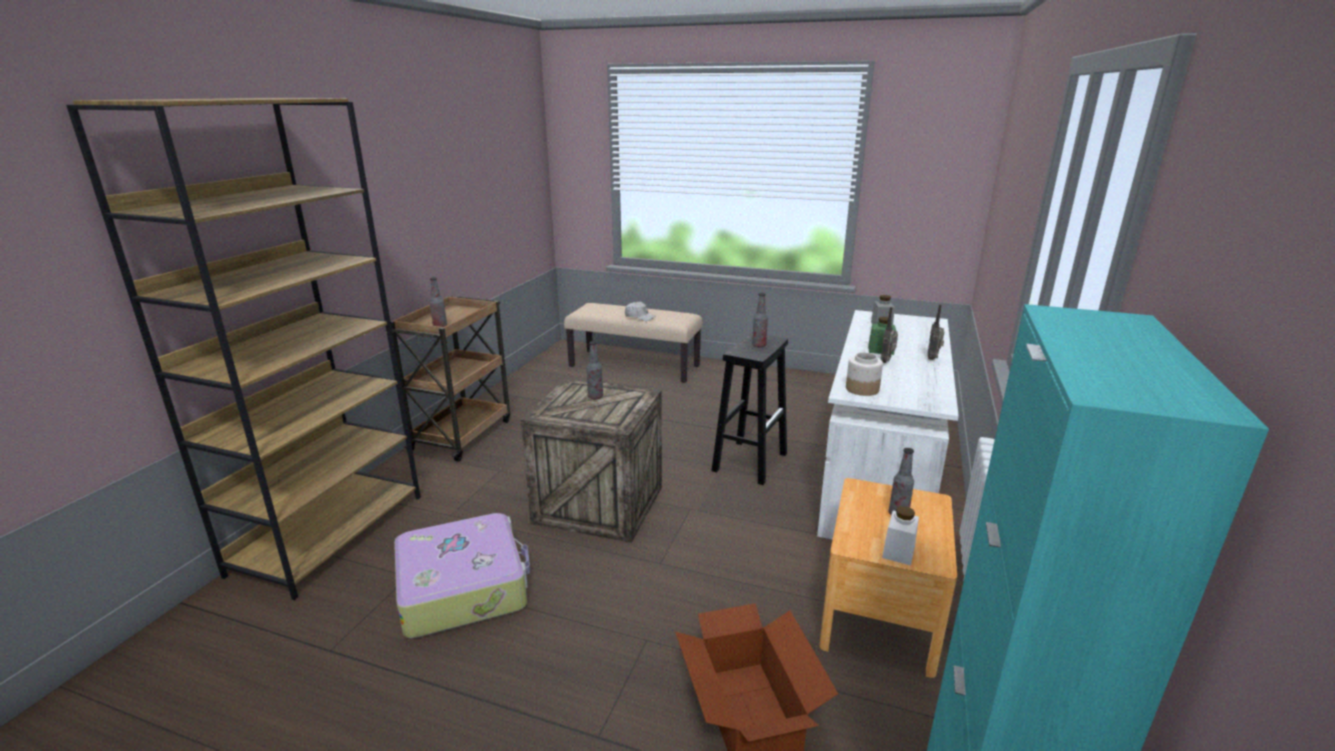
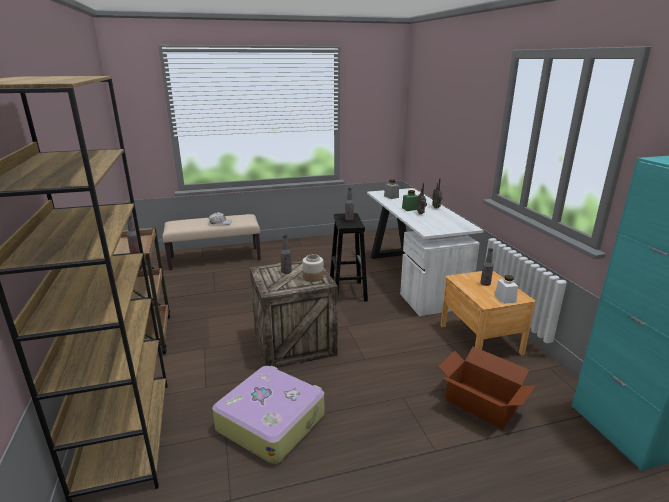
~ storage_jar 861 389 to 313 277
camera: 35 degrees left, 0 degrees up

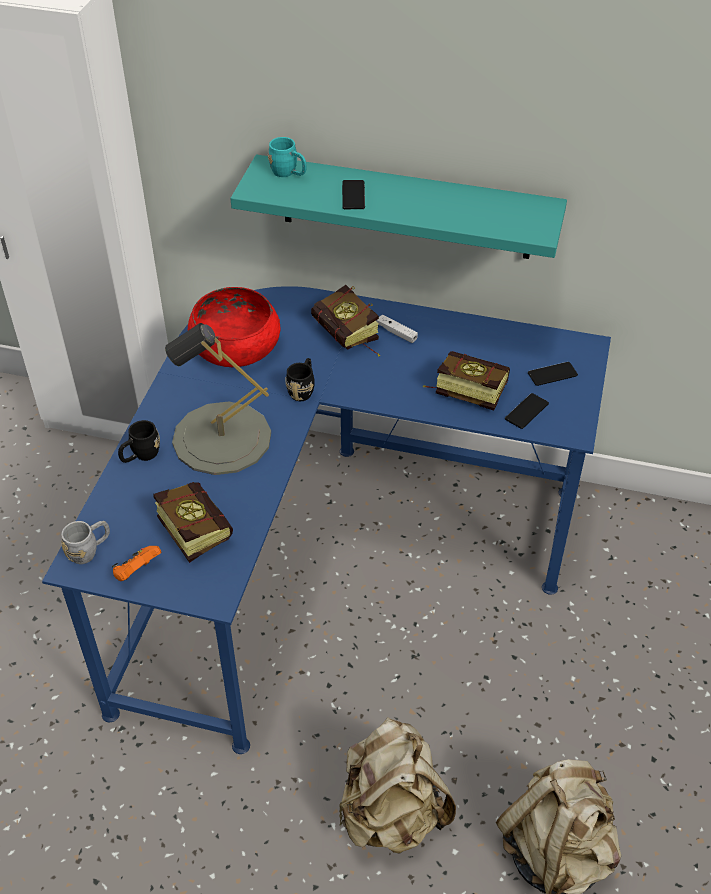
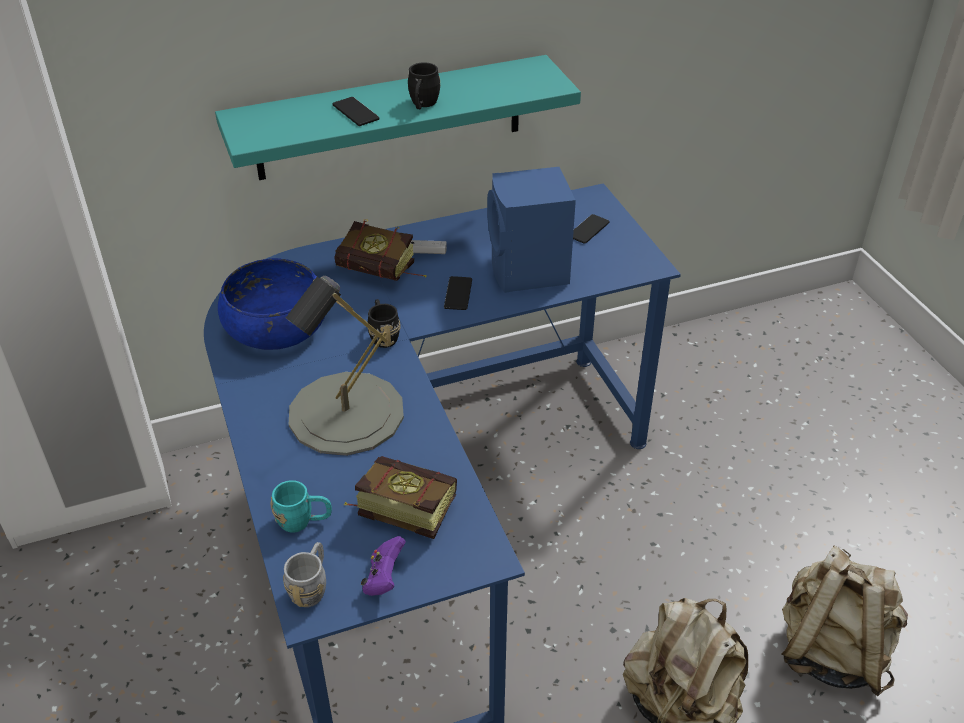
~ orange-coloured_joypad 137 572 to purplish_joypad 384 579
~ black-coloured_tea_mug 140 456 to 422 105
~ red-coloured_deep_dish 235 346 to blue-coloured_deep_dish 276 326
~ blue-green_tea_mug 288 173 to 303 521
~ volume 463 390 to blue-coloured_speaker 529 273
~ handset 526 411 to 458 294
camera: 35 degrees left, 5 degrees down

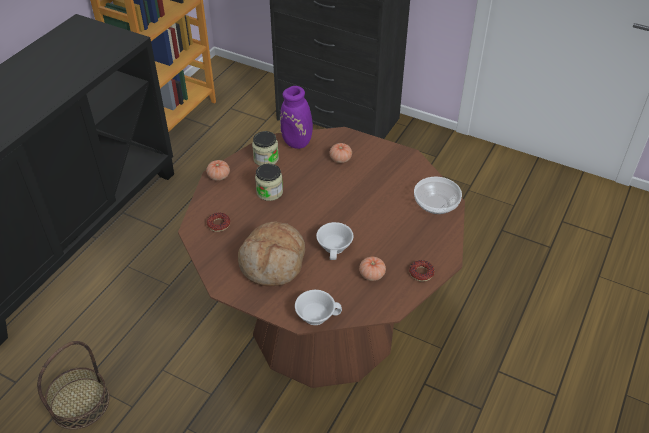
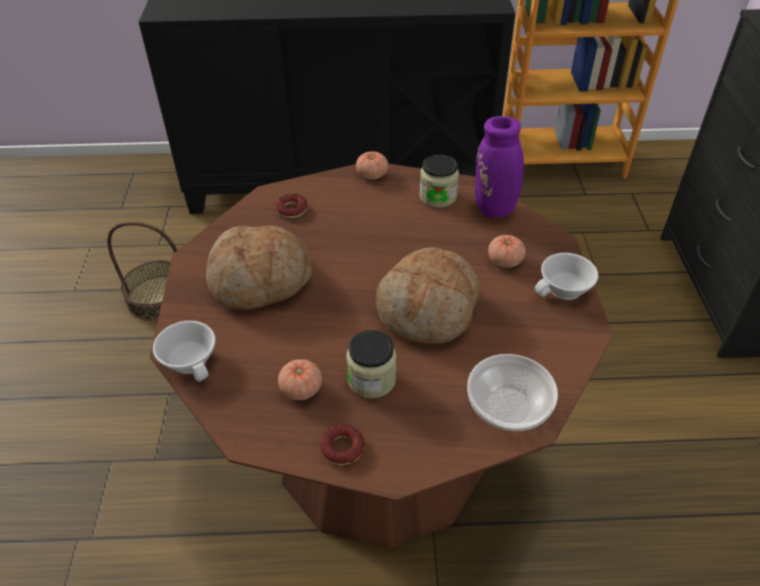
~ storage_jar 269 192 to 371 380
~ white-coloured_drinking_cup 336 247 to 565 290
+ bread 428 309
camera: 60 degrees right, 0 degrees up

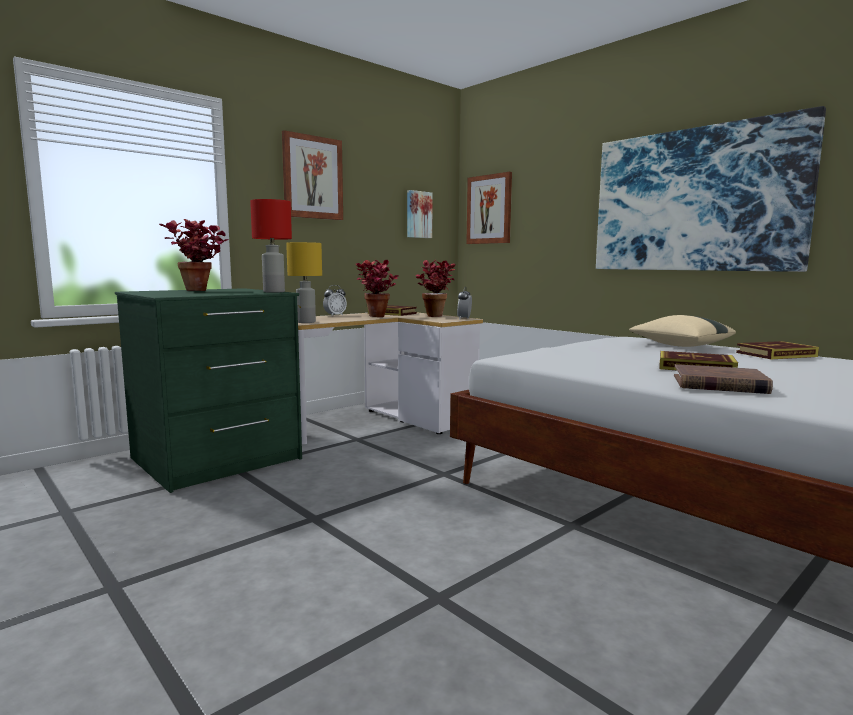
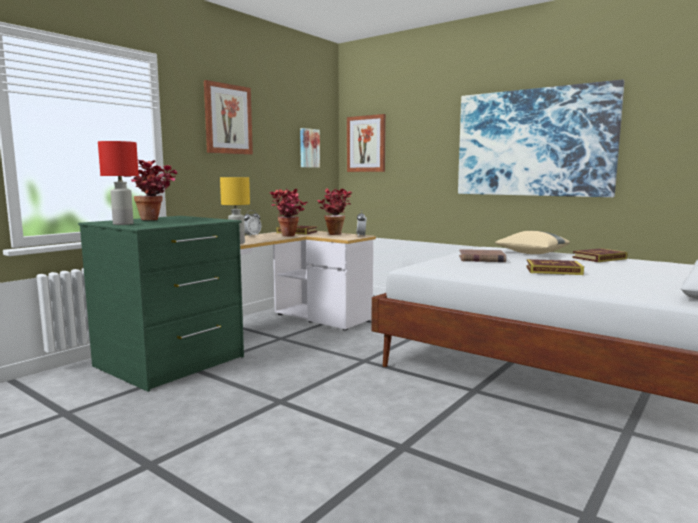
~ red-coloured_lamp_for_a_table 273 292 to 122 224
~ brown-coloured_volume 719 384 to 481 259
camera: 10 degrees left, 0 degrees up

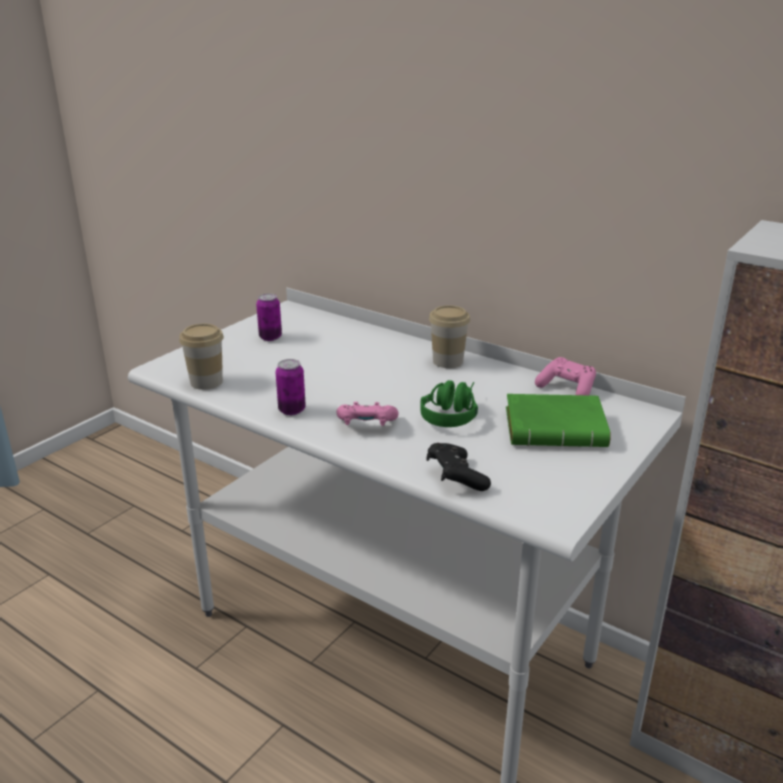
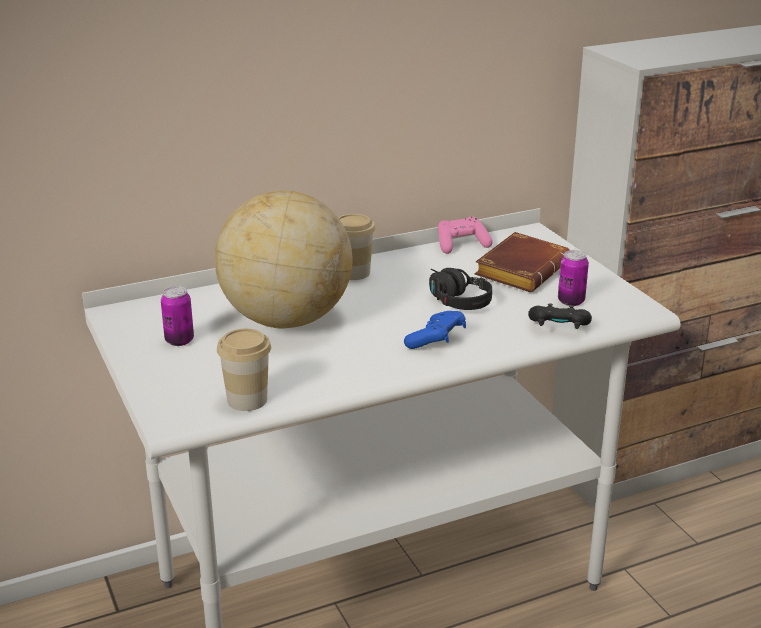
~ can 292 410 to 571 301
~ pink_joypad 366 426 to blue-coloured_joypad 436 341
~ greenish_headset 451 413 to black-coloured_headset 452 299
~ greenish_volume 557 429 to brown-coloured_volume 521 269
+ globe 286 319
camera: 60 degrees left, 0 degrees up

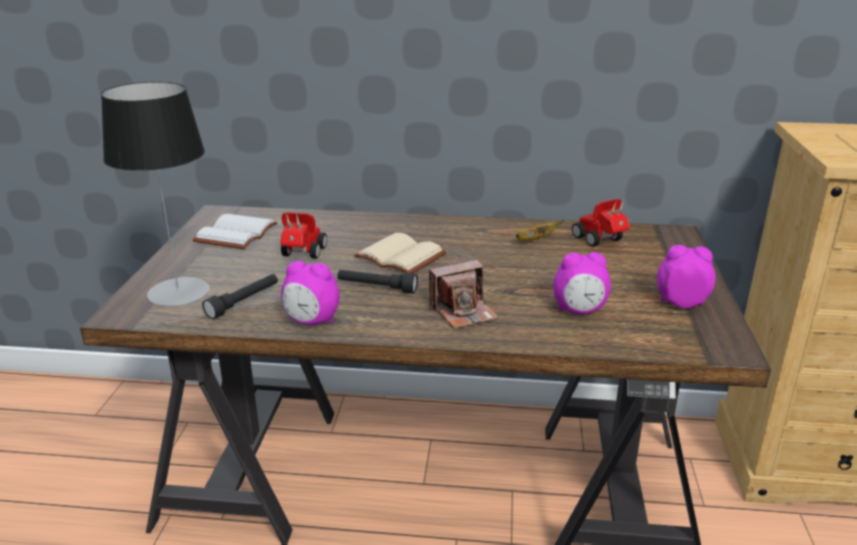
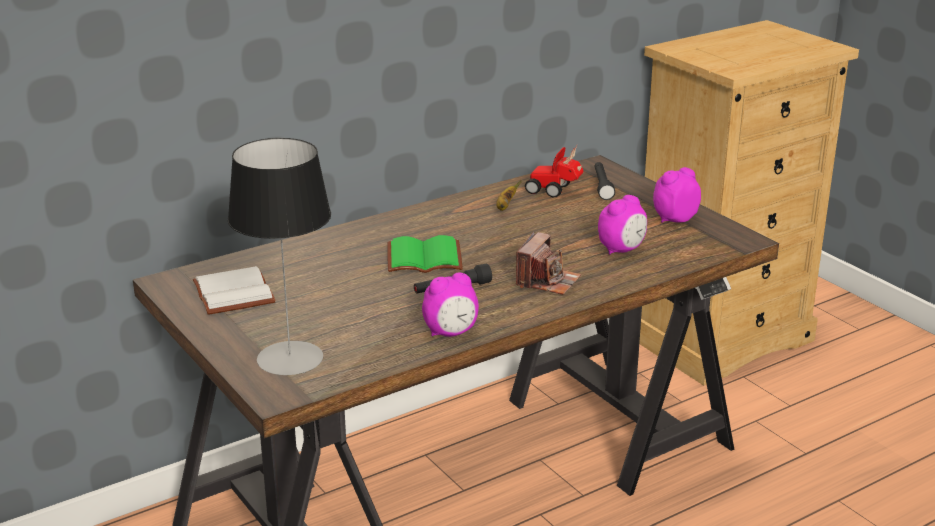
~ black-coloured_hand_torch 244 302 to 602 186
- toy_car 302 255
~ sand-coloured_volume 403 256 to greenish_volume 425 257
camera: 40 degrees left, 0 degrees up

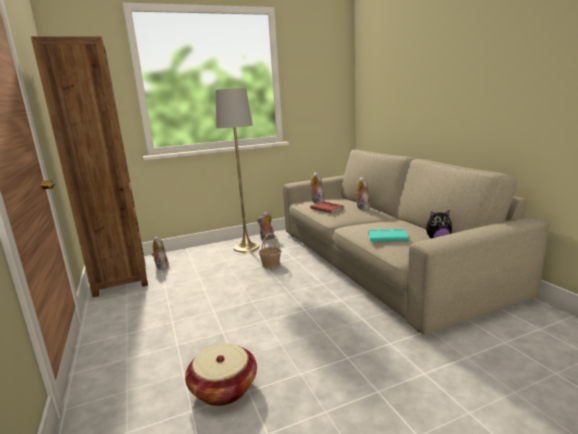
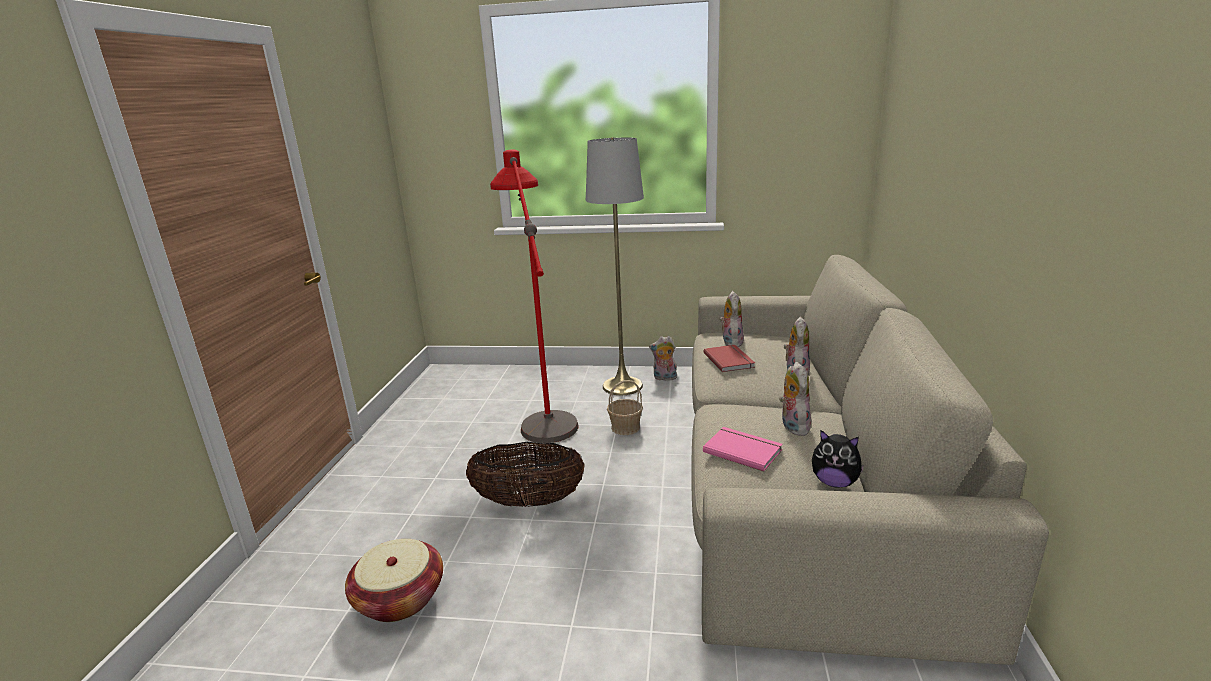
- brown-coloured_shelving_unit 121 279
~ cuddly_toy 161 266 to 792 426
~ blue-green_volume 387 236 to pink_volume 743 450
+ household_basket 529 501
+ red-coloured_standing_lamp 543 409
camera: 30 degrees right, 5 degrees up

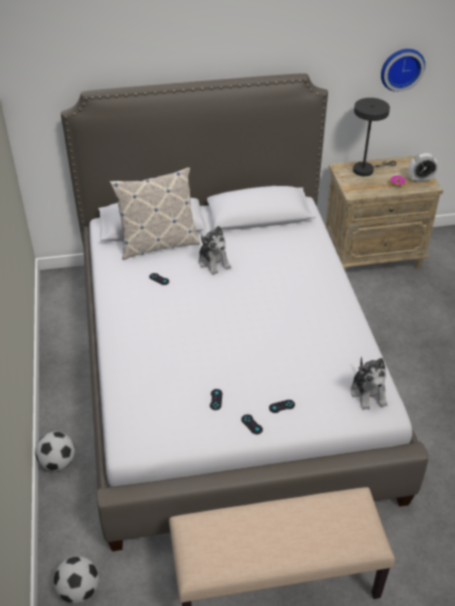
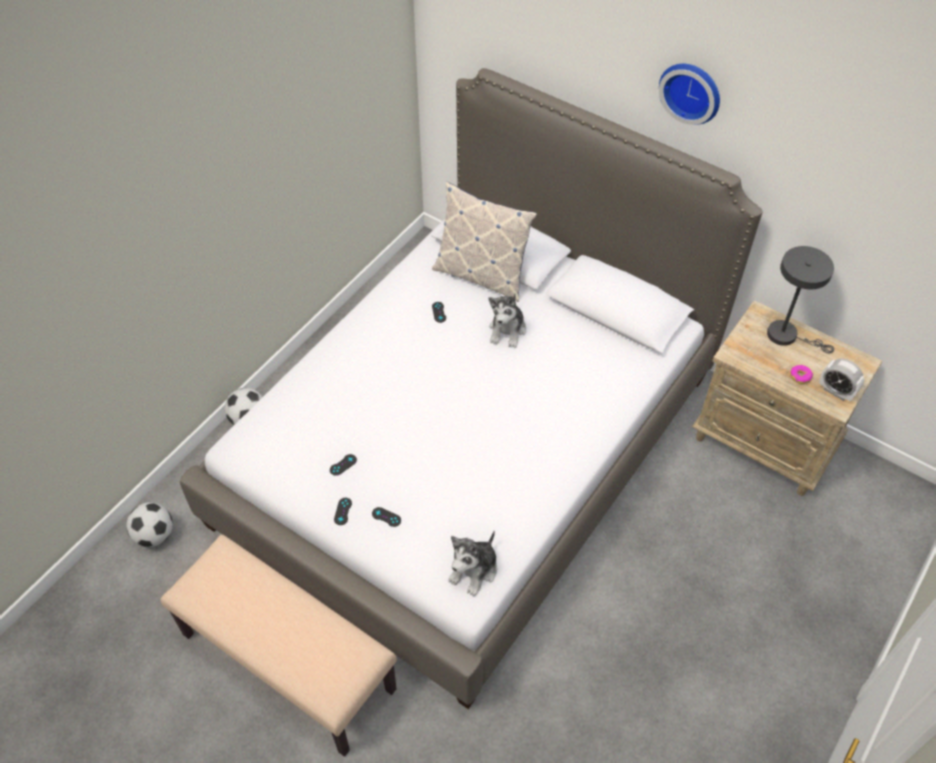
~ wall_clock 401 68 to 691 91
camera: 45 degrees right, 10 degrees up

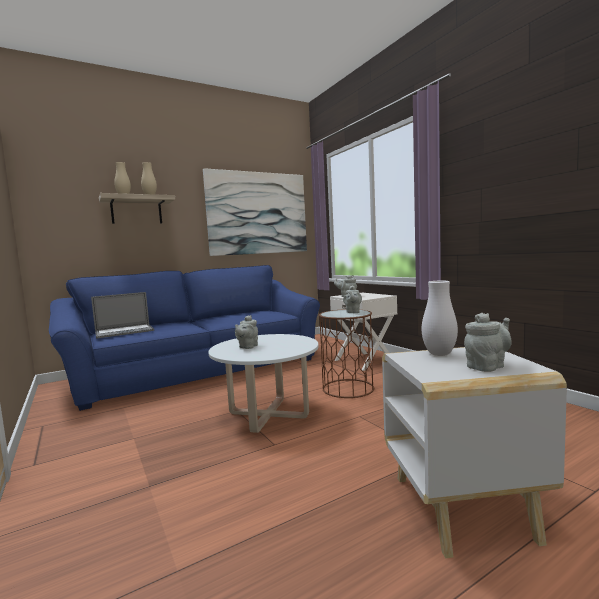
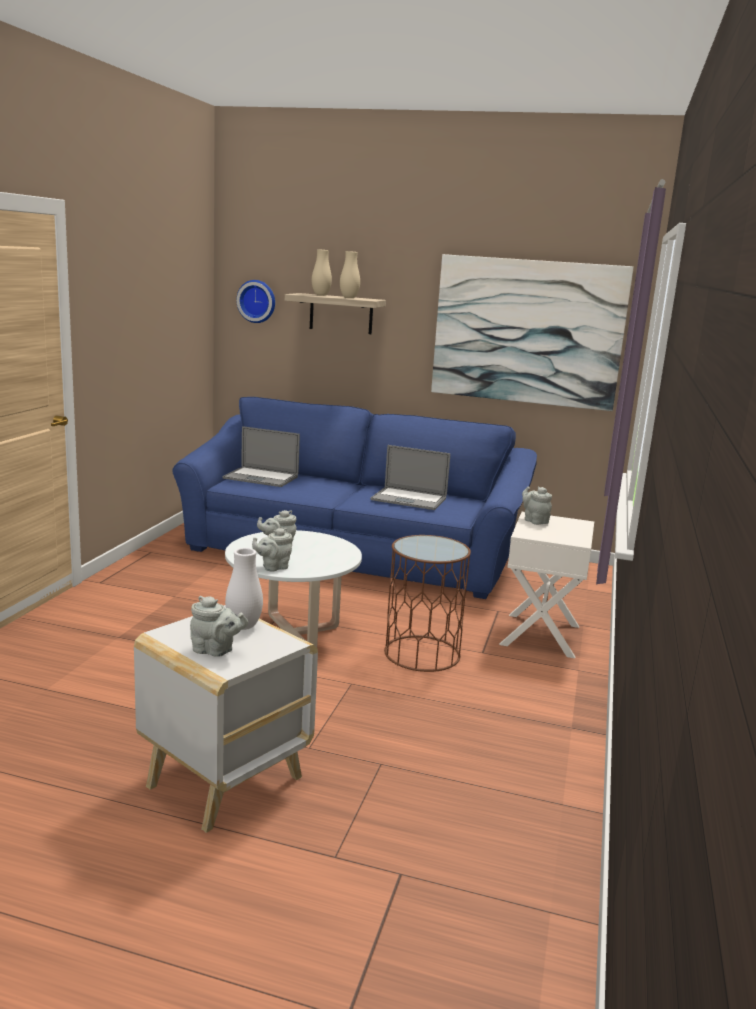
~ grey_teapot 352 312 to 273 567
+ wall_clock 257 301
+ notebook_computer 408 499
camera: 45 degrees right, 10 degrees up

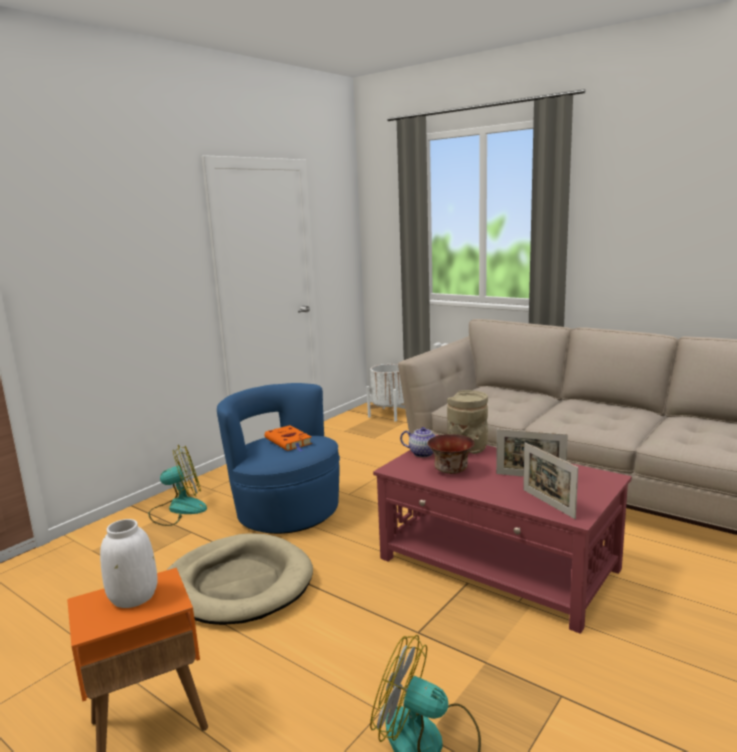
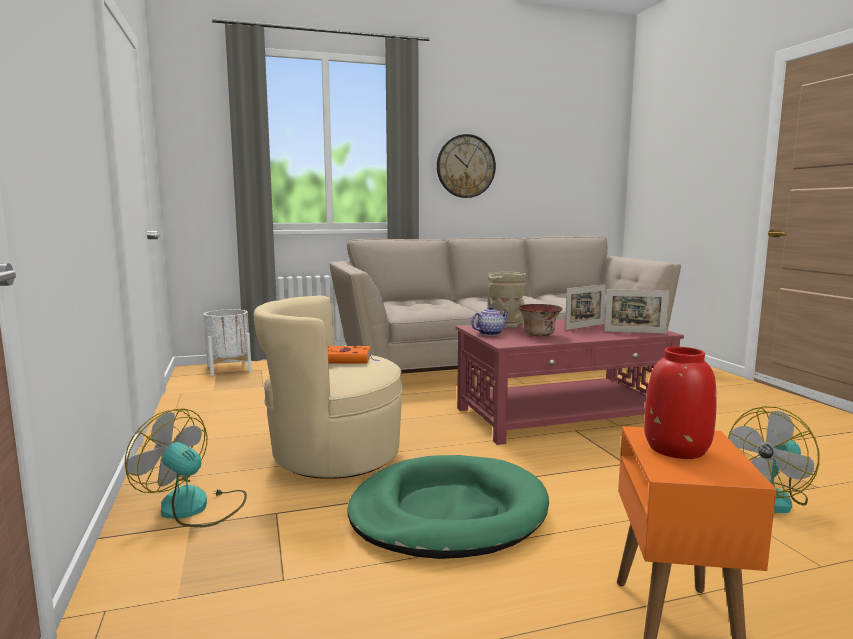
~ white-coloured_decorative_vase 134 596 to red-coloured_decorative_vase 677 449
~ fan 178 509 = 194 508 75 degrees counterclockwise
~ sand-coloured_dog_bed 239 584 to greenish_dog_bed 448 513
~ blue-coloured_armchair 287 511 to sand-coloured_armchair 333 454
+ wall_clock 465 166
camera: 55 degrees left, 5 degrees down

